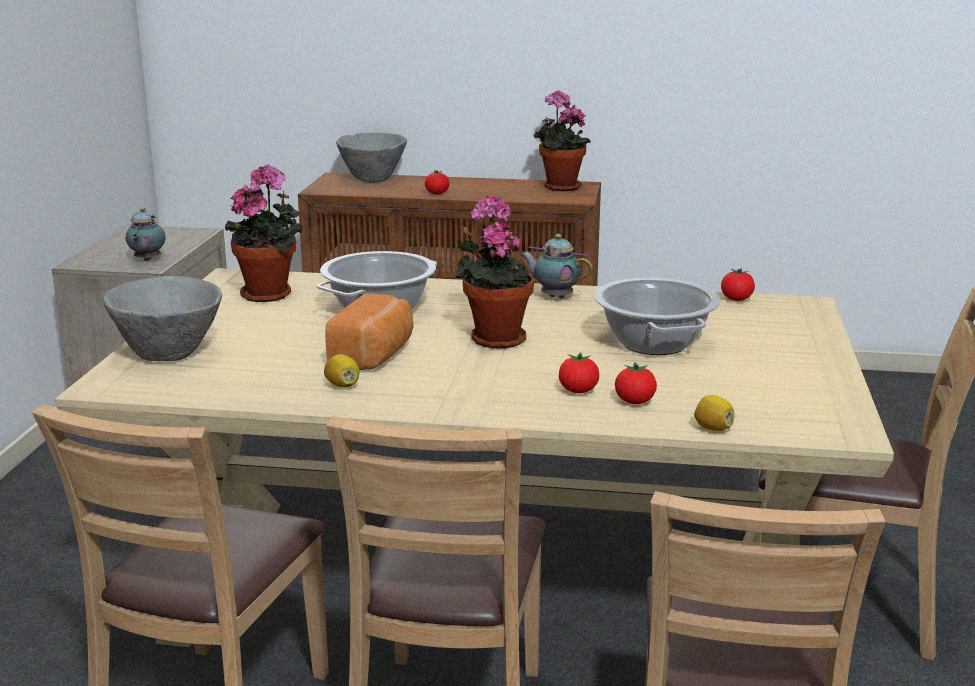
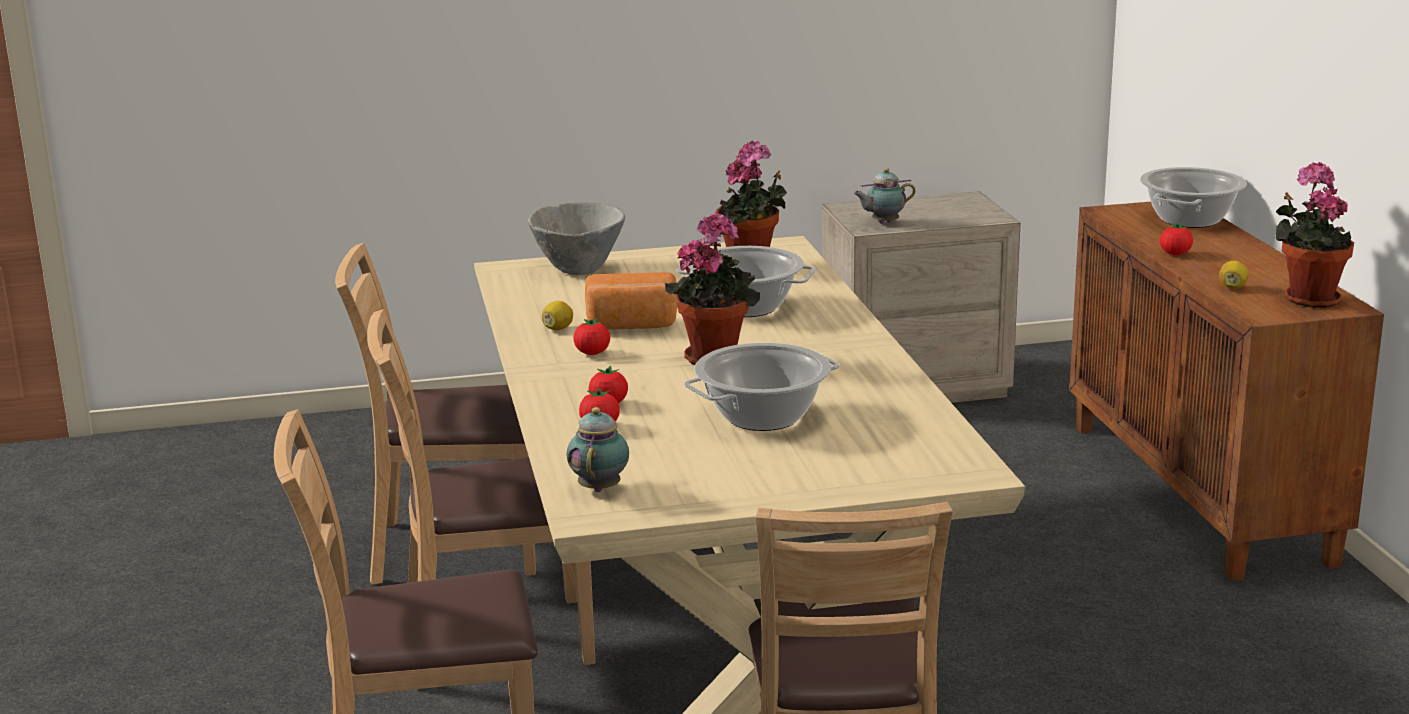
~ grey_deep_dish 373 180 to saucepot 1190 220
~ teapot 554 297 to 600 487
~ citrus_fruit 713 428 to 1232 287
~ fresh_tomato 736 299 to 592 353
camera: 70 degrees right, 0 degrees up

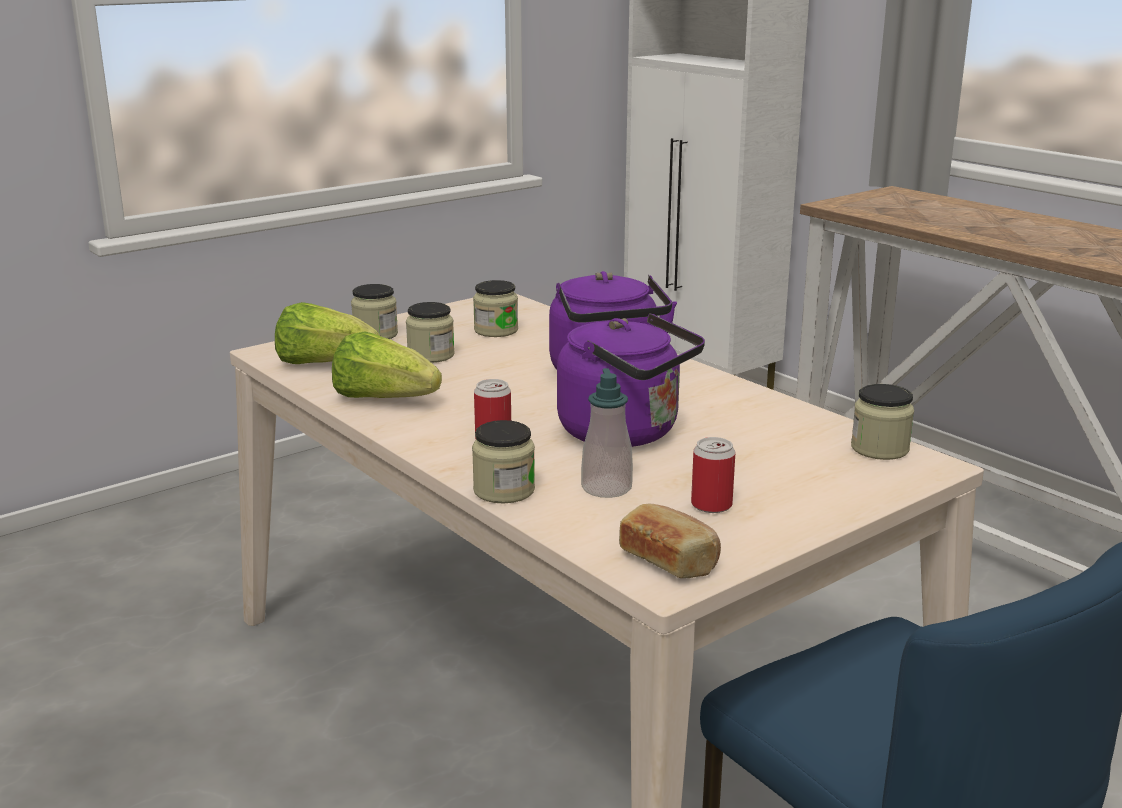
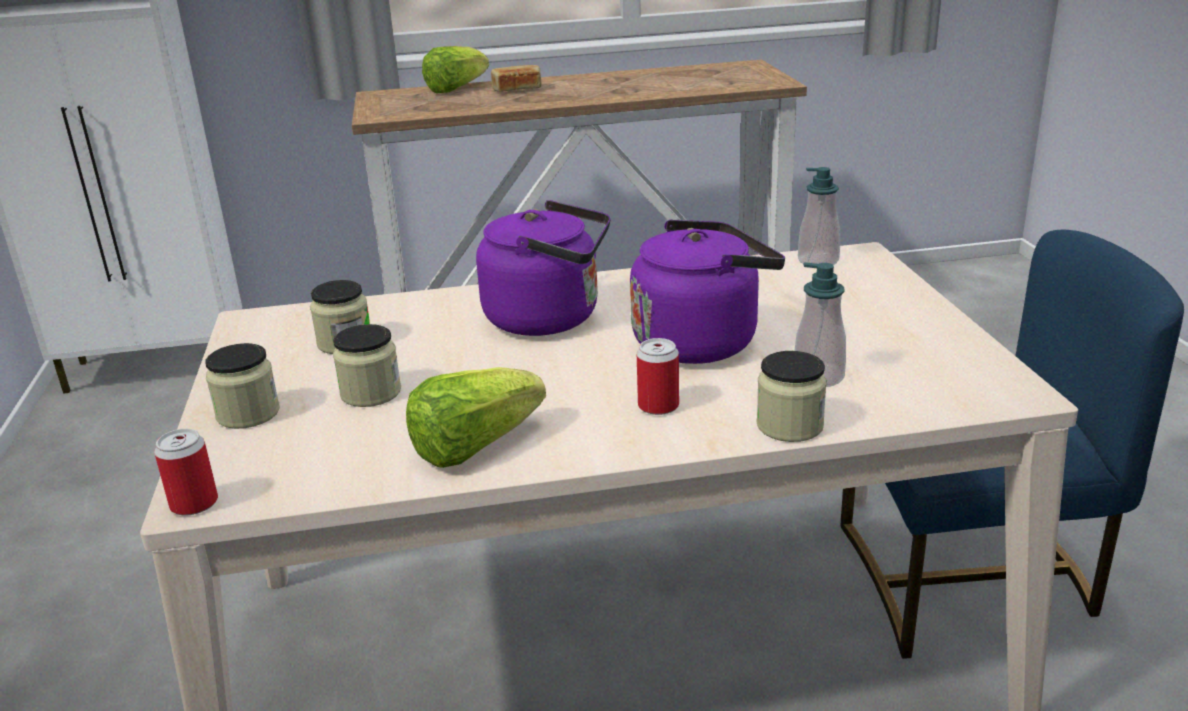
~ head_of_lettuce 324 363 to 456 89
~ bread 670 560 to 517 90
~ can 711 505 to 194 504
~ storage_jar 879 449 to soap_dispenser 818 261
camera: 60 degrees left, 5 degrees up

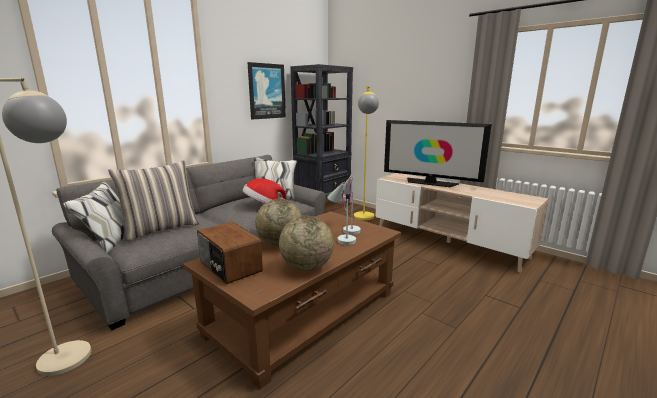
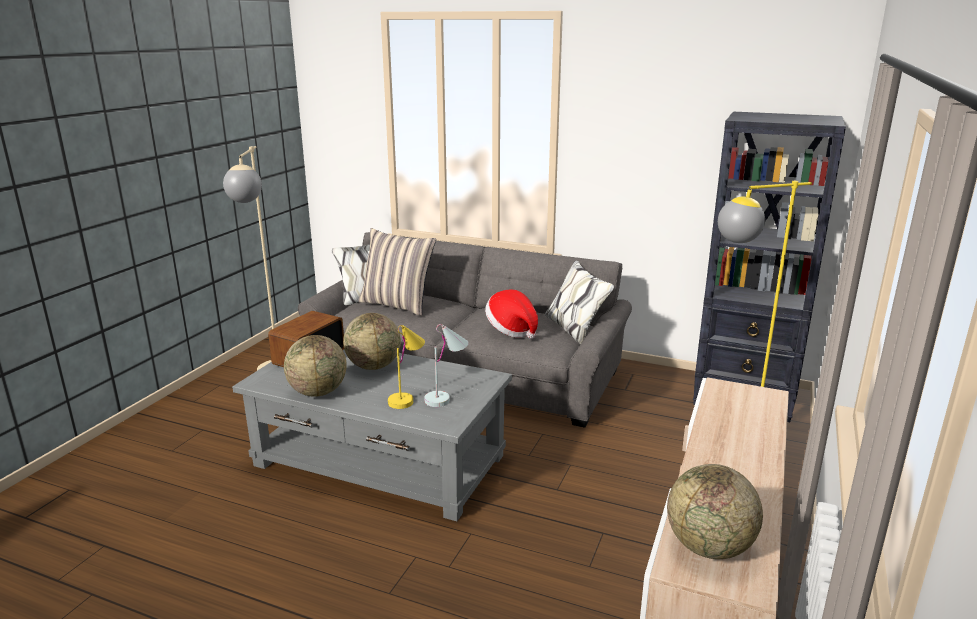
~ brown-coloured_lounge_table 305 312 to grey_lounge_table 380 461
- wall_art 266 91
~ white-coloured_lamp_for_a_table 341 238 to yellow-coloured_lamp_for_a_table 408 397
- TV 430 183
+ globe 709 547
camera: 70 degrees right, 5 degrees up

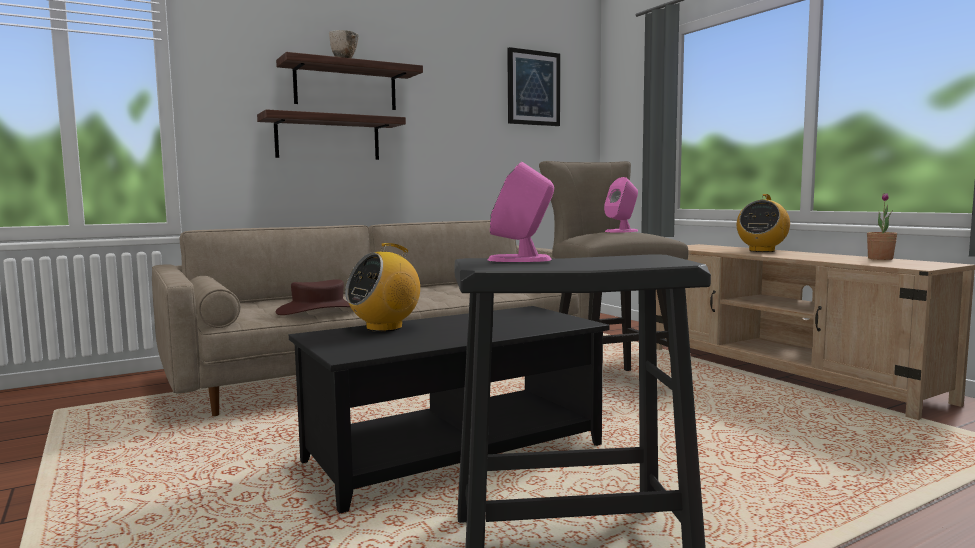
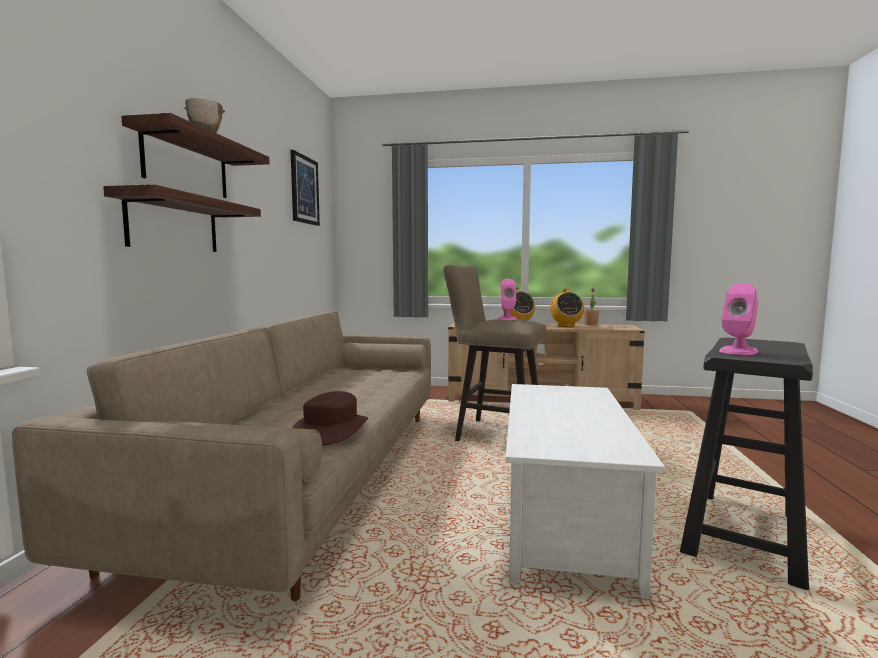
~ black-coloured_lounge_table 454 453 to white-coloured_lounge_table 562 517
~ radio_set 384 327 to 566 326
camera: 50 degrees left, 0 degrees up

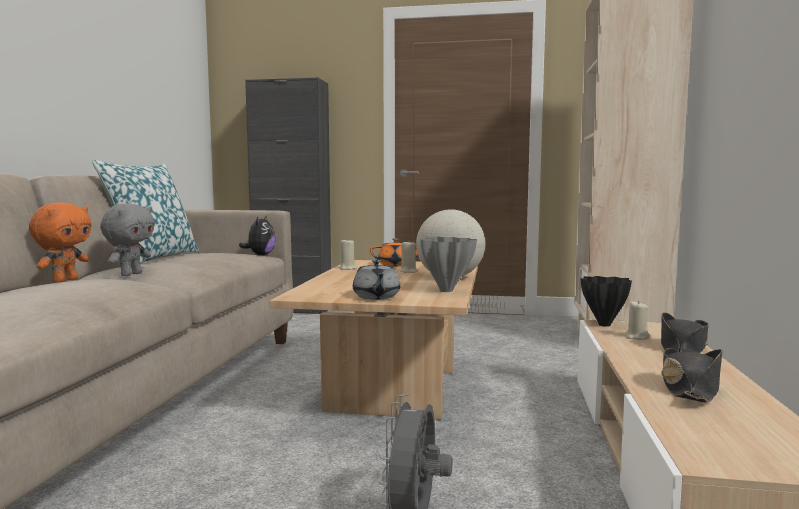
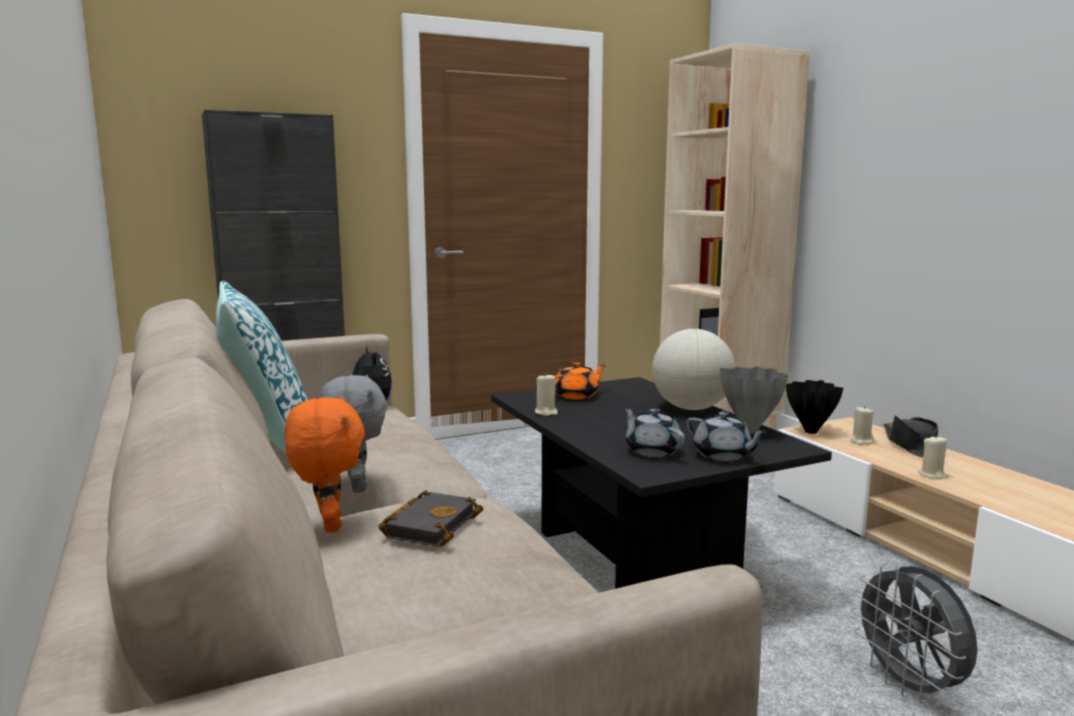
~ sand-coloured_lounge_table 393 389 to black-coloured_lounge_table 636 552
~ sand-coloured_wax_light 408 271 to 932 475
- black-coloured_clothing_hat 690 387
+ black-coloured_volume 430 525
+ grey_teapot 652 451
camera: 35 degrees left, 5 degrees up

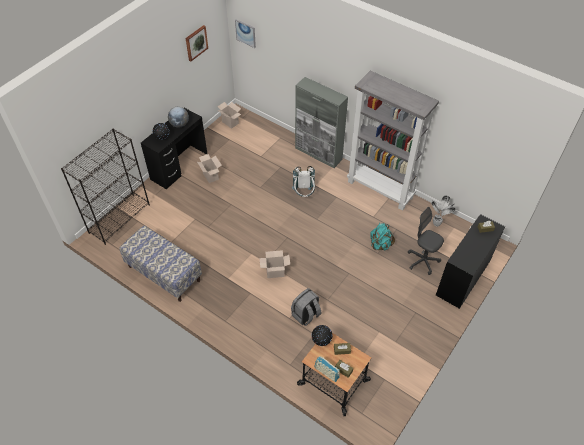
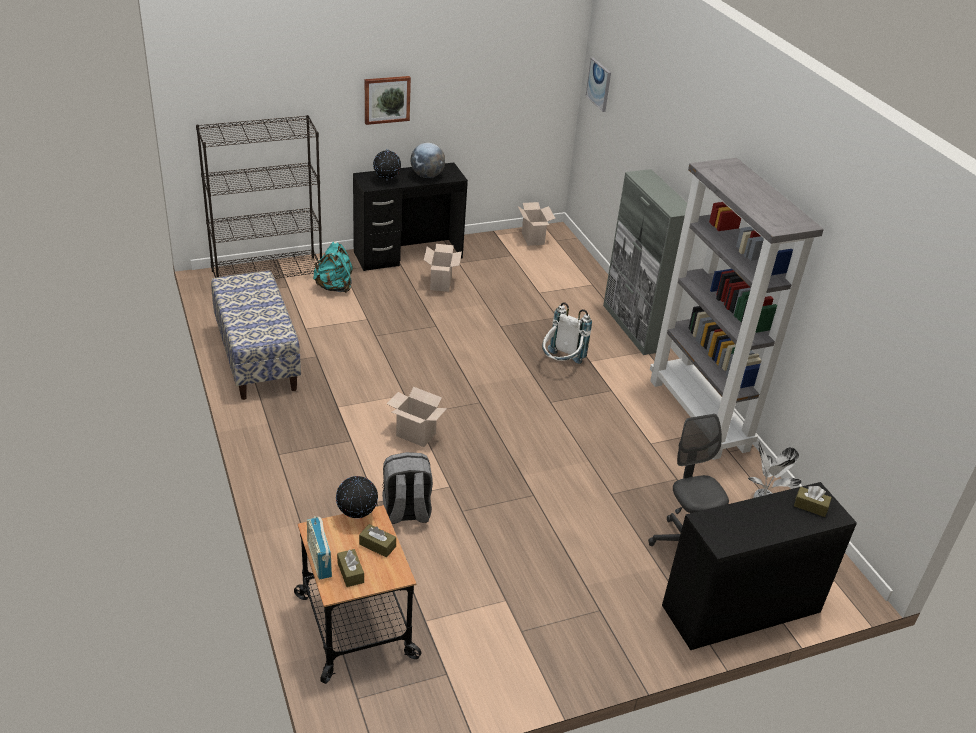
~ wall_art 196 42 to 386 99
~ blue-green_backpack 380 244 to 334 287
camera: 30 degrees right, 15 degrees down

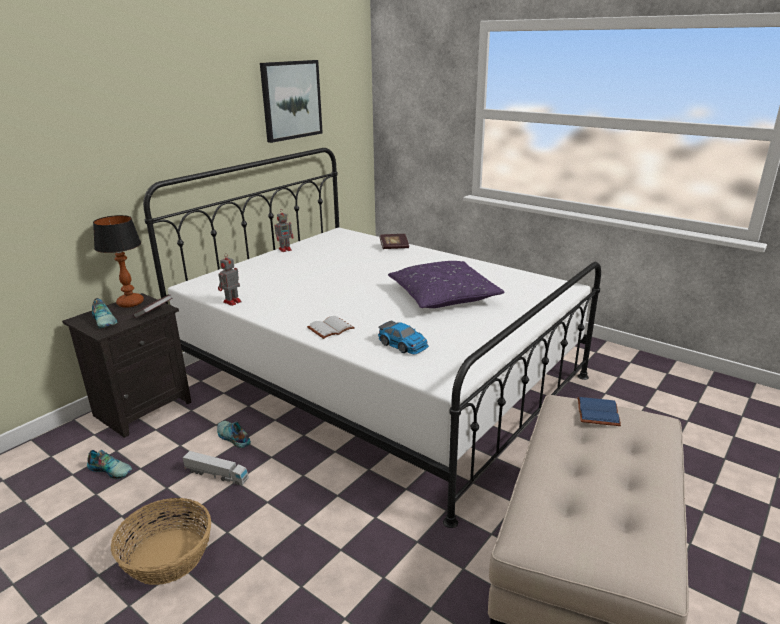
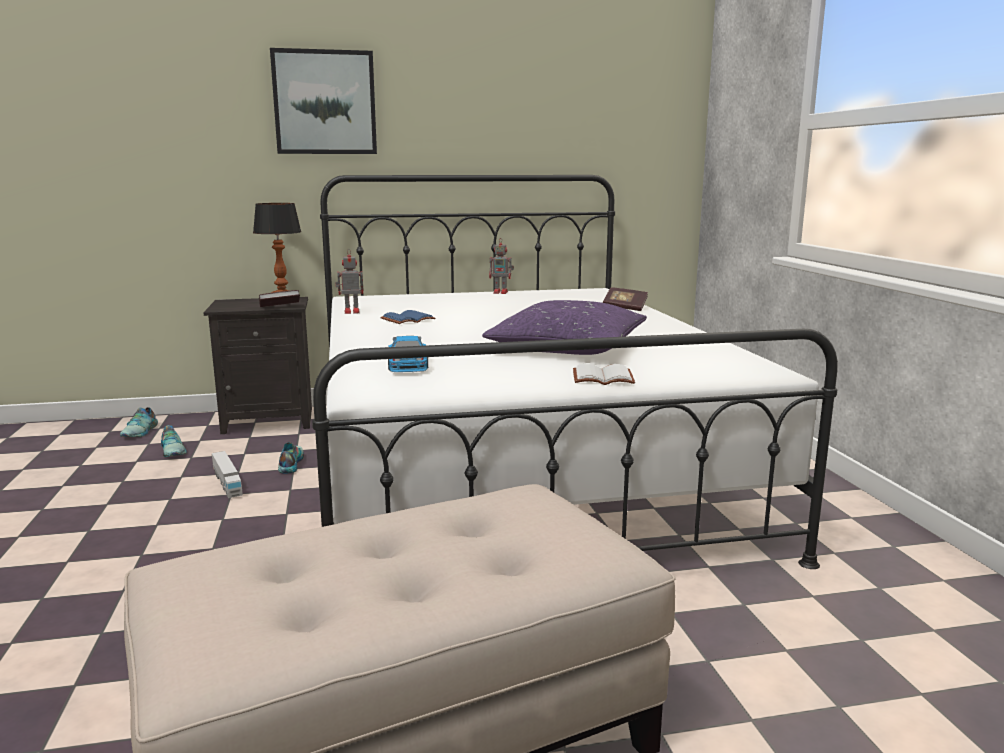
~ low_shoe 105 320 to 141 431
- household_basket 167 556
~ wall_art 291 100 to 325 103
~ white-coloured_volume 330 329 to 602 378
~ blue-coloured_volume 596 412 to 408 319
camera: 40 degrees right, 10 degrees down

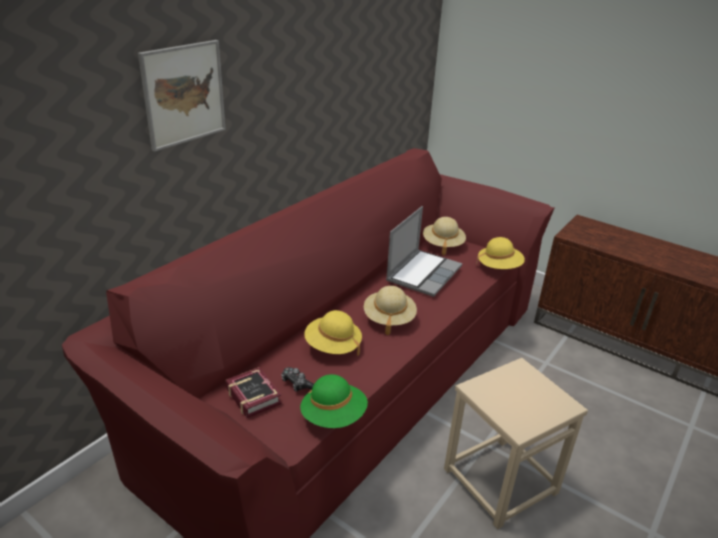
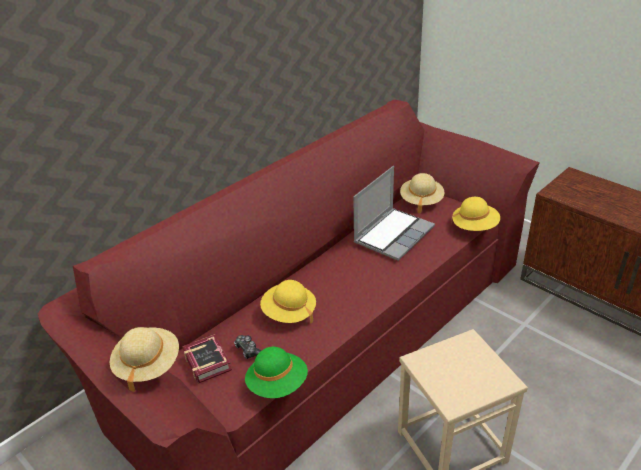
- wall_art 184 94
~ sand-coloured_clothing_hat 389 318 to 147 365
camera: 10 degrees right, 5 degrees up

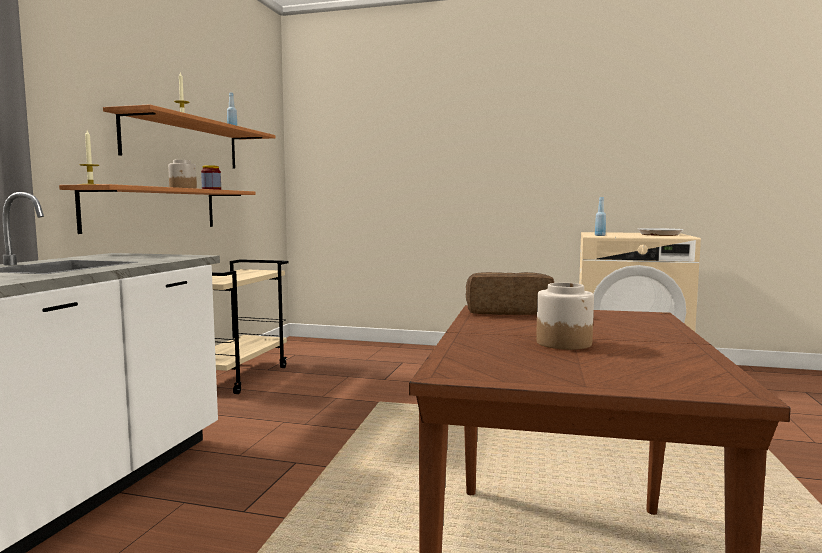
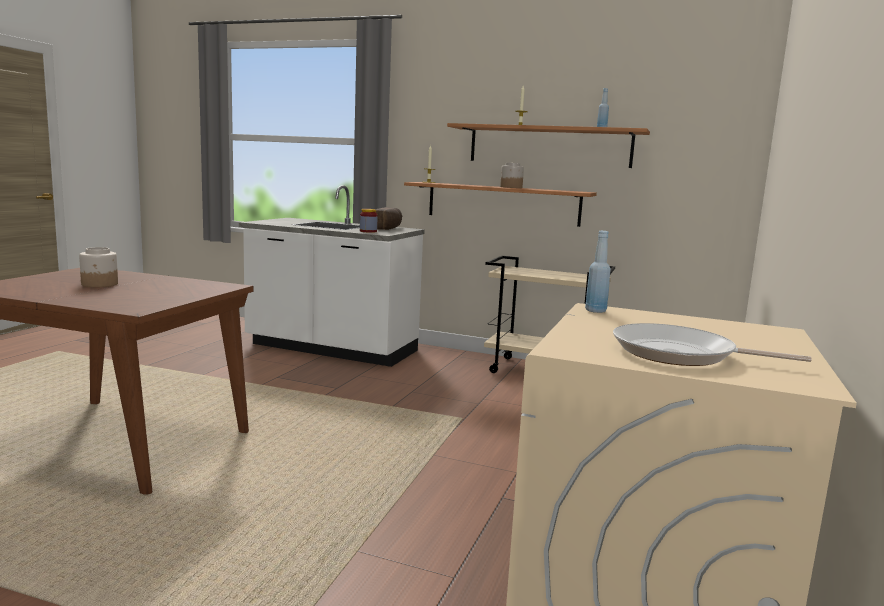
~ storage_jar 211 189 to 368 231
~ bread 509 312 to 389 228
camera: 95 degrees right, 5 degrees up

